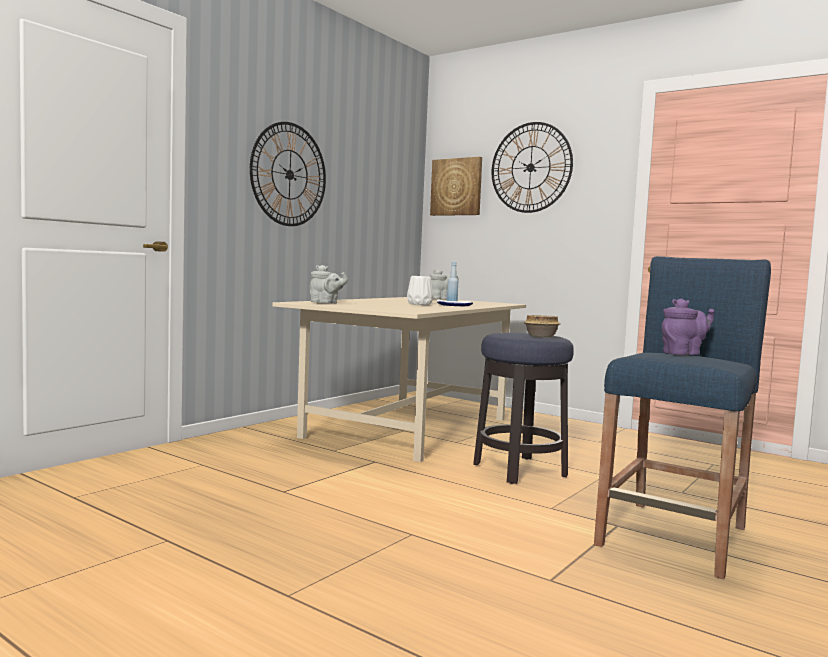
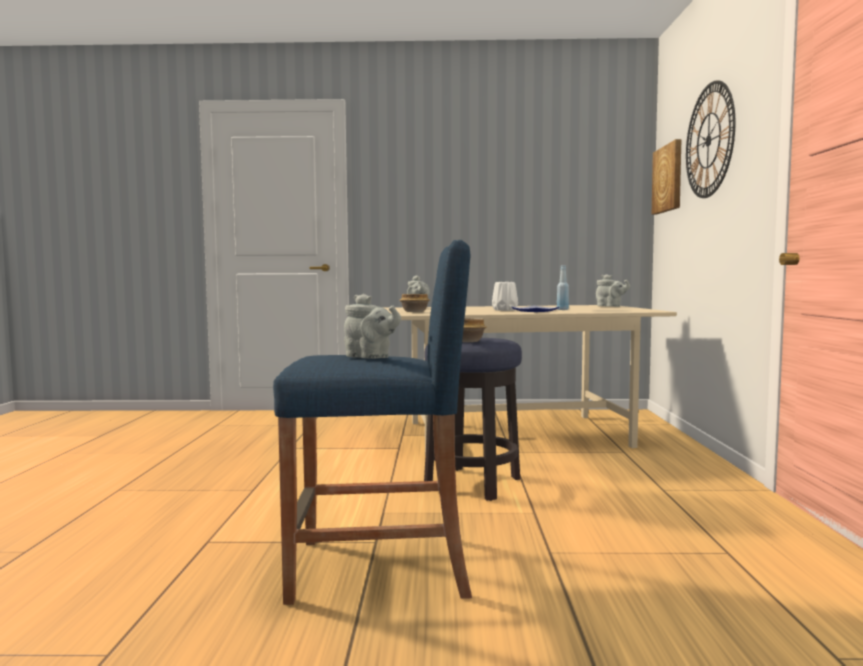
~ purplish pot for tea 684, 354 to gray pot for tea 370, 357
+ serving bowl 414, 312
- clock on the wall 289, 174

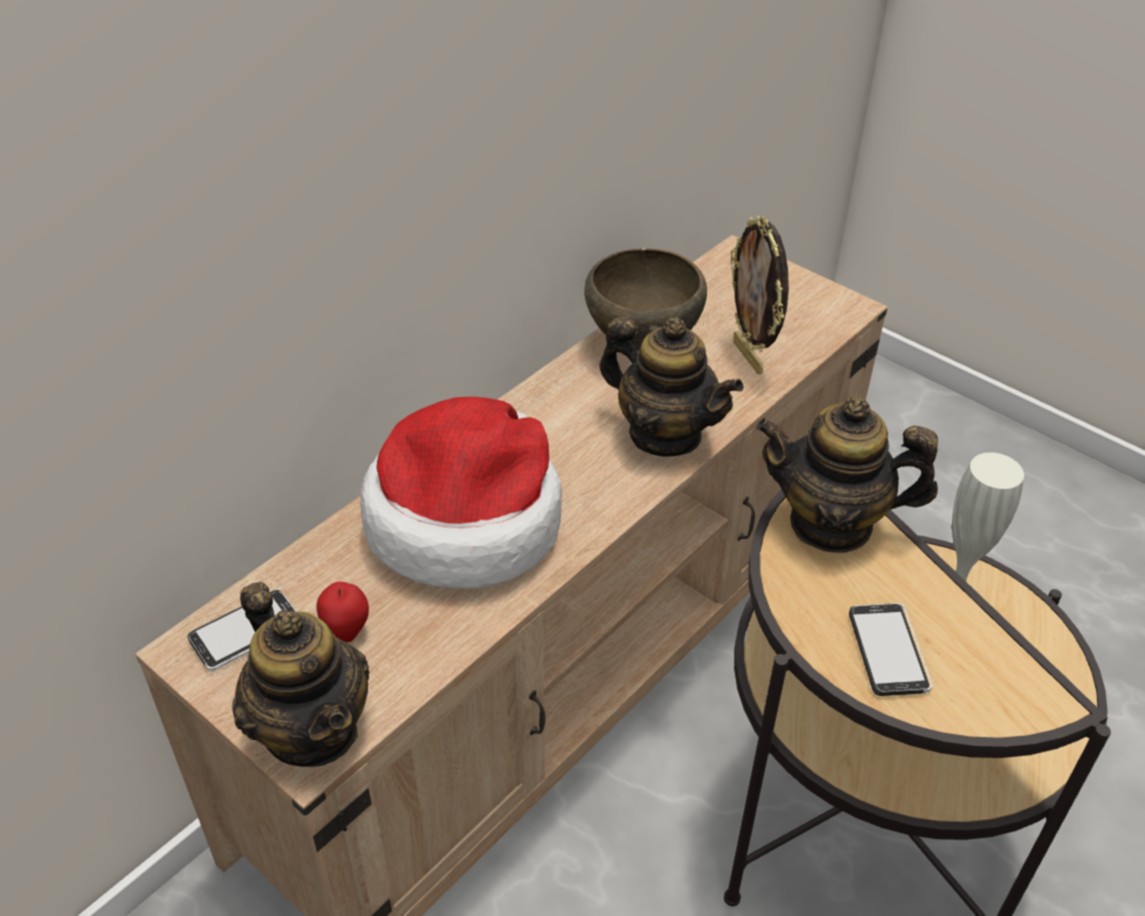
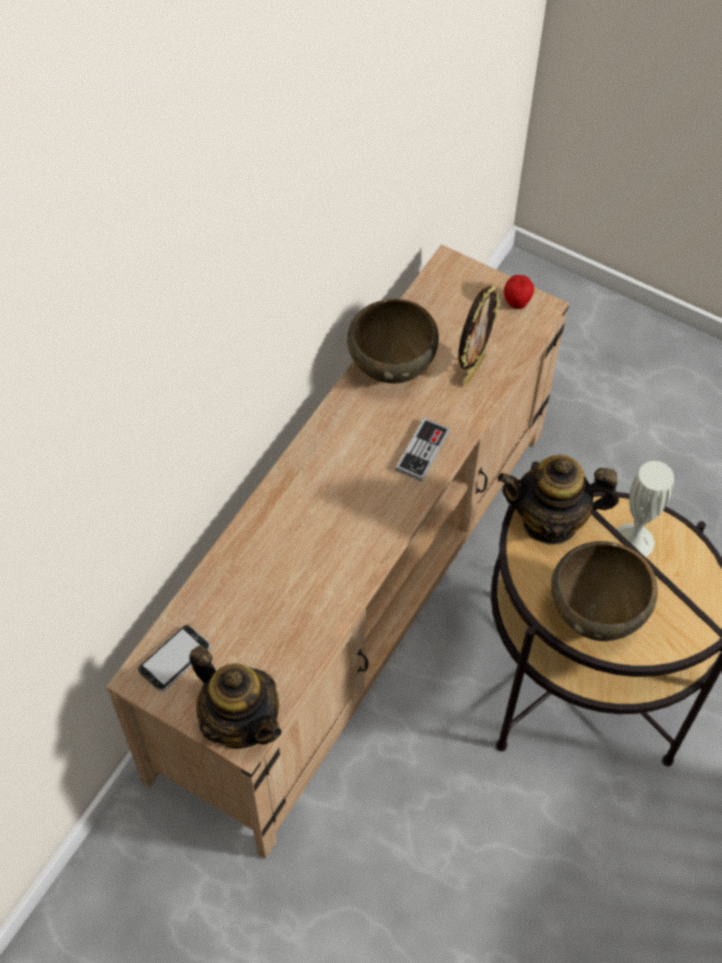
~ pot for tea 664, 434 to game controller 422, 451
~ picture frame 749, 357 = 473, 369 120 degrees counterclockwise
~ apple fruit 346, 631 to 516, 303
~ phone 888, 651 to brownish serving bowl 596, 614
- wearable hat 467, 520

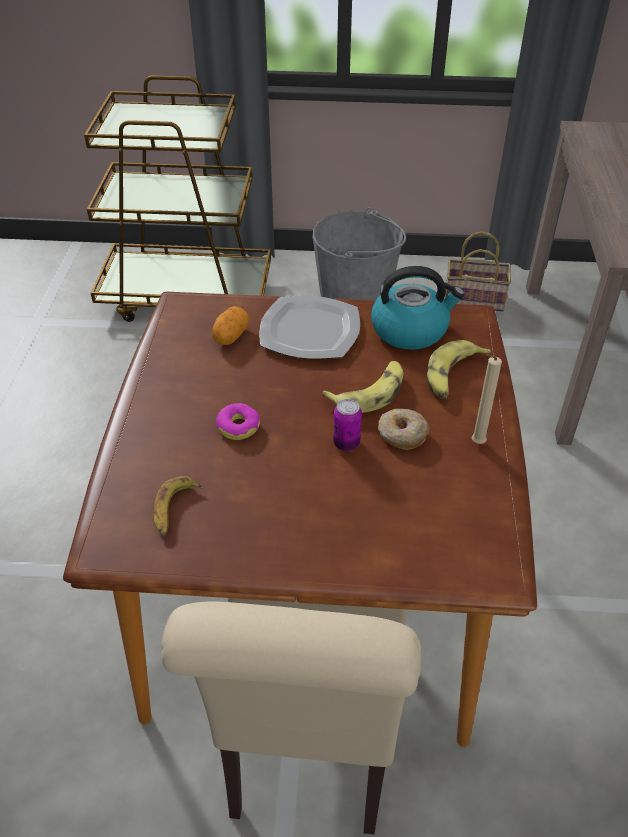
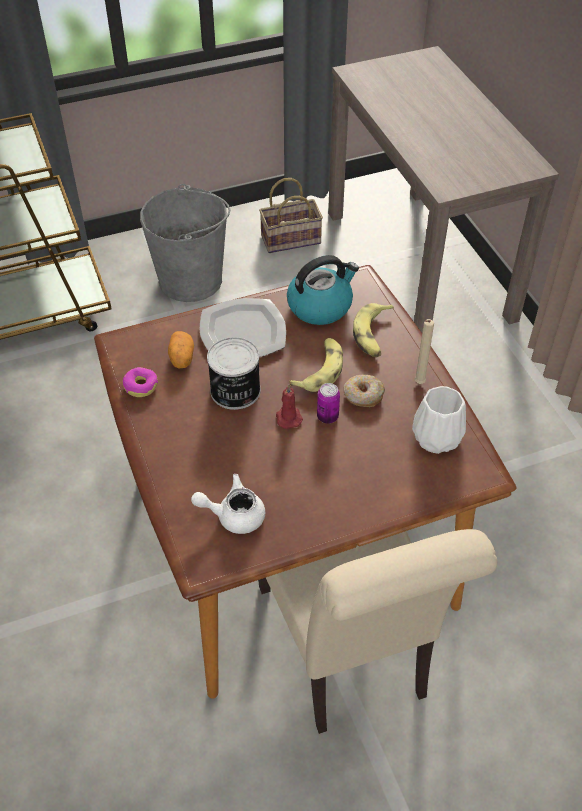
~ doughnut 238, 426 to 141, 386
~ banana fruit 174, 510 to white pot for tea 233, 515
+ sealed can 235, 391
+ red-coloured wax light 288, 417
+ white vase 437, 438

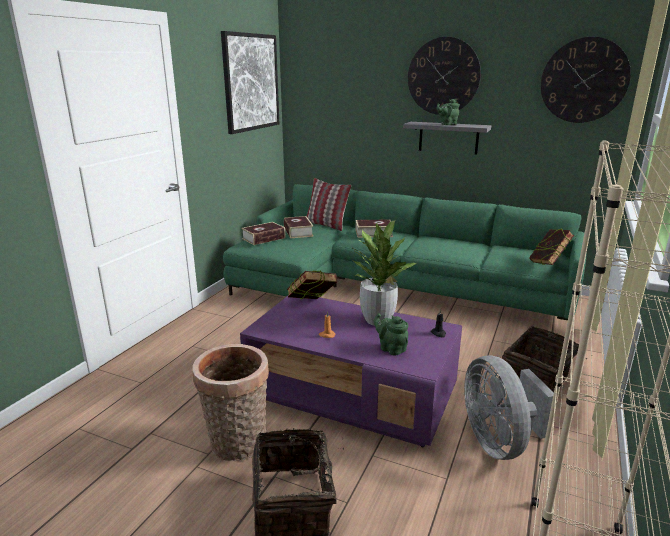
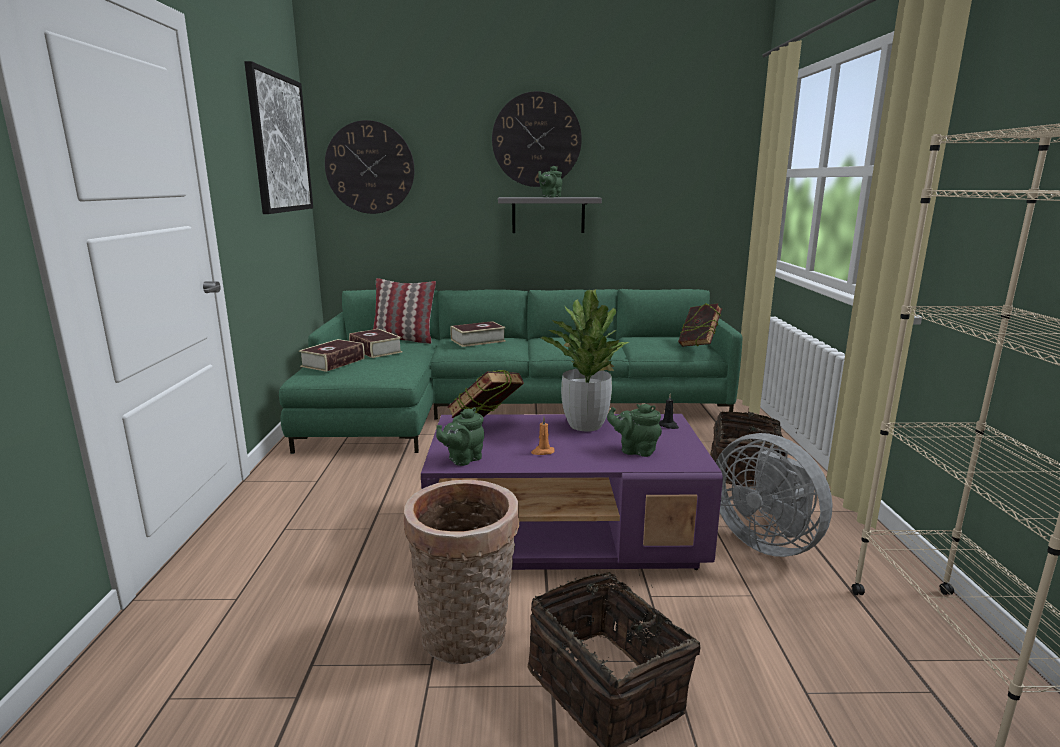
~ clock on the wall 584, 80 to 370, 168
+ greenish pot for tea 462, 459

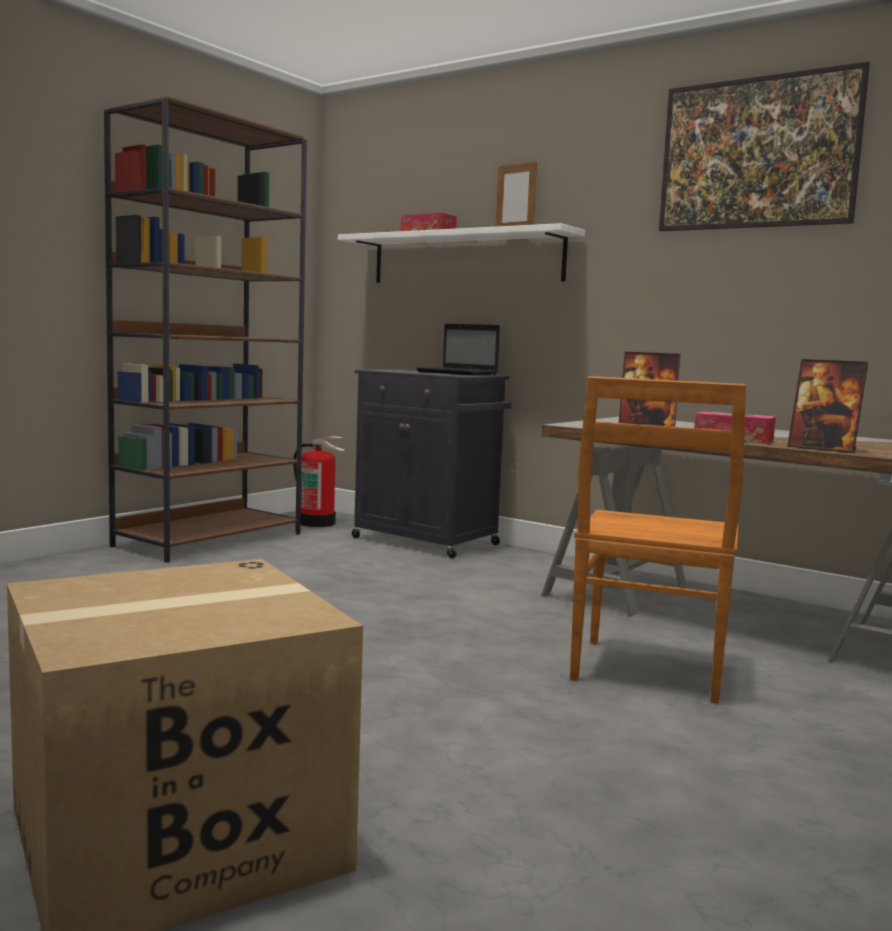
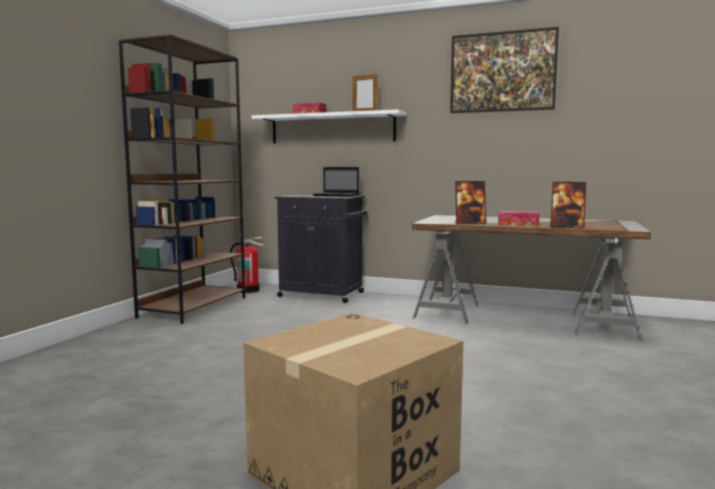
- brownish upright chair 648, 671

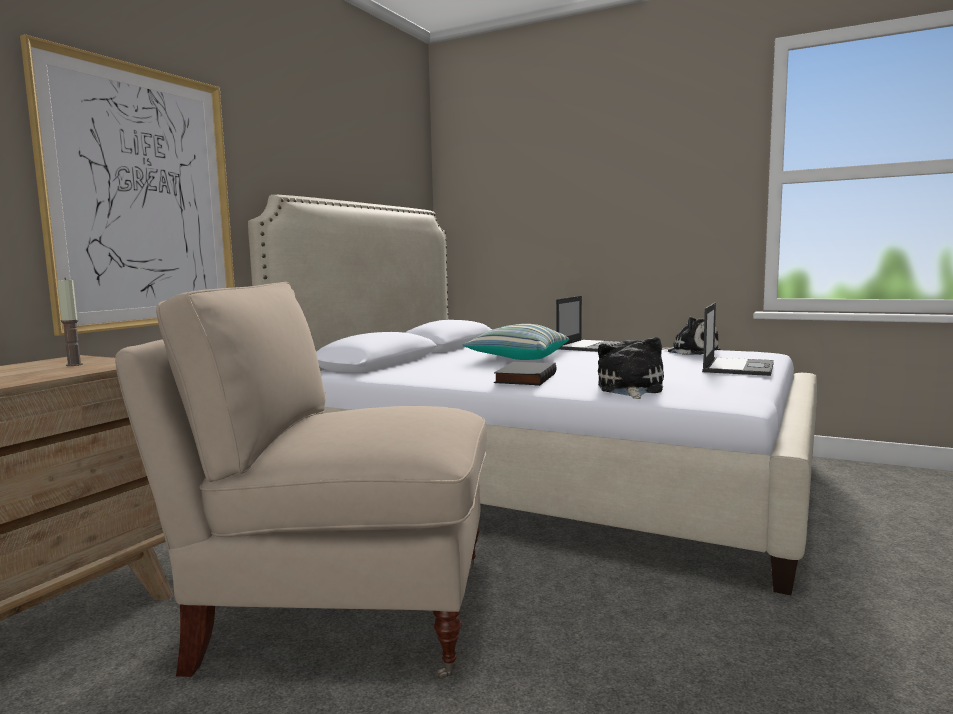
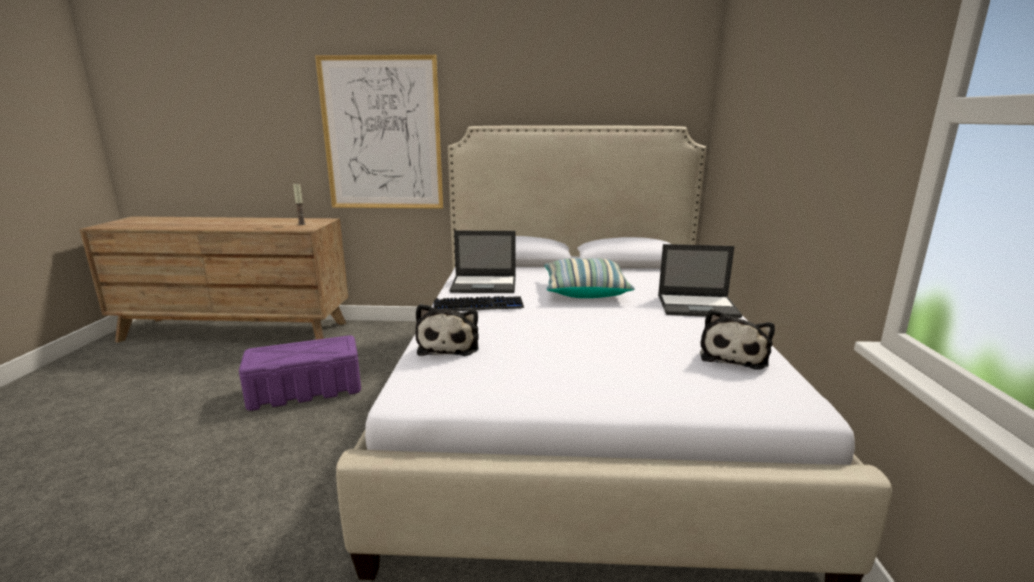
~ sand-coloured upright chair 341, 615 to purplish storage box 306, 390
~ soft toy 630, 389 = 449, 346 105 degrees clockwise
~ blackish book 524, 378 to keyboard 478, 306
~ laptop 738, 367 to 485, 285

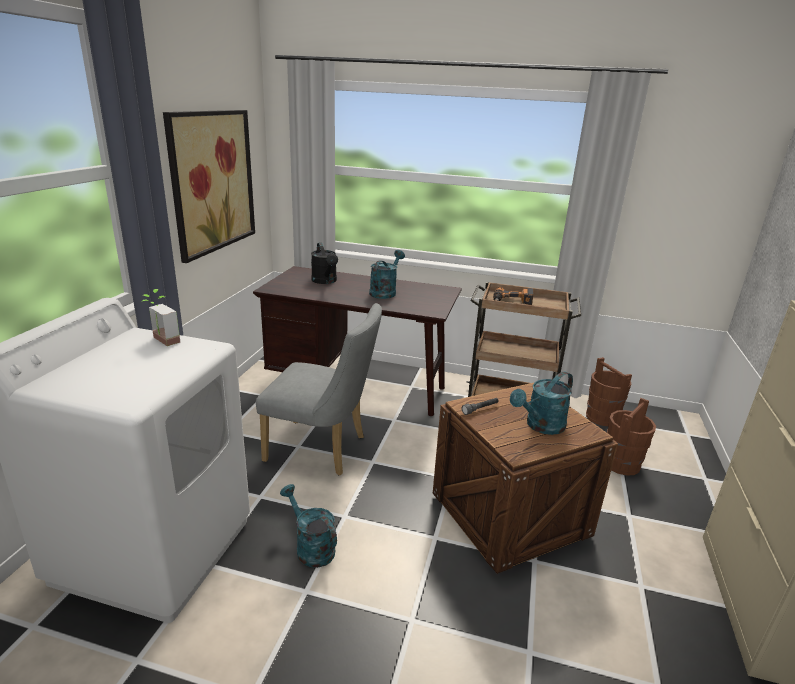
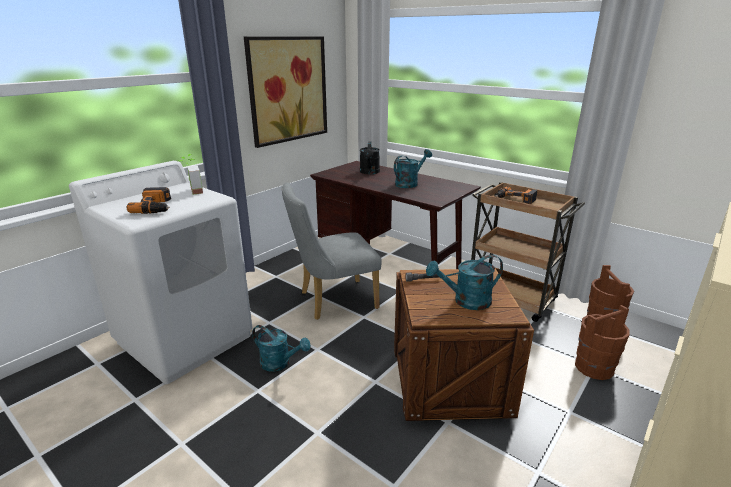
+ power drill 156, 206
~ turquoise sprinkling can 311, 547 = 280, 363 135 degrees clockwise
~ gray upright chair 323, 449 = 332, 301 120 degrees clockwise

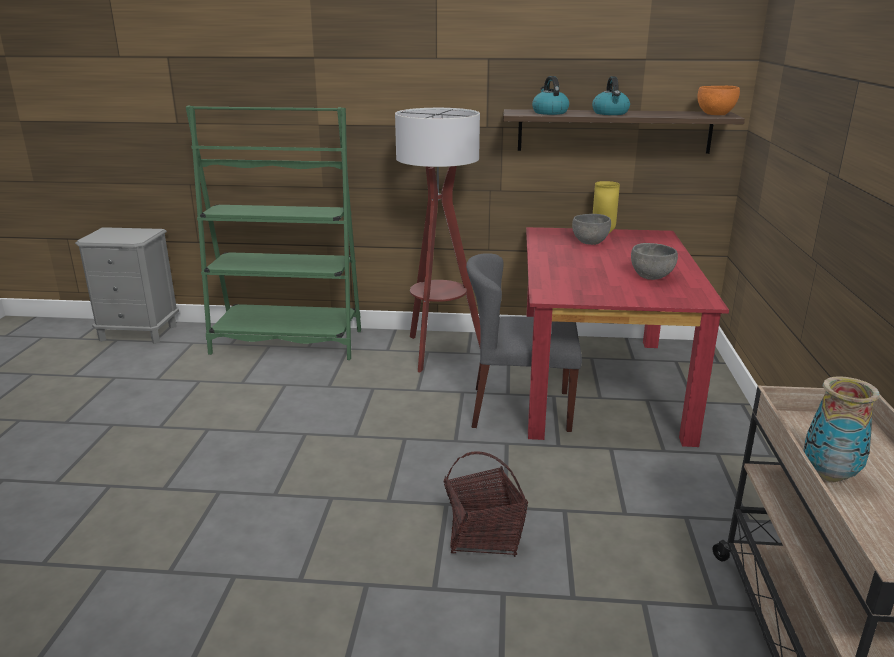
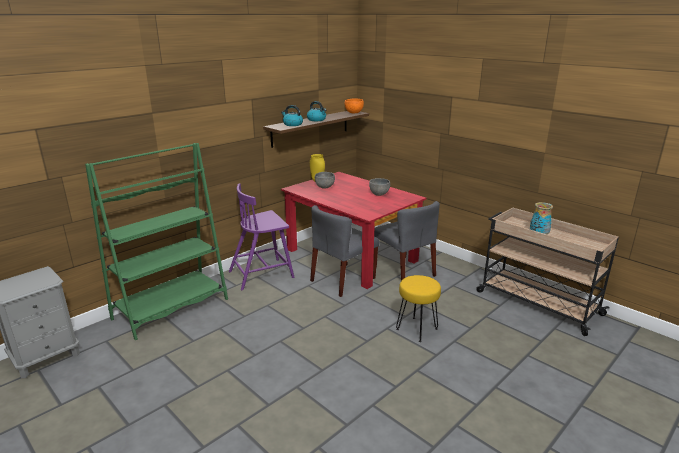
~ floor lamp 438, 352 to purplish upright chair 262, 274
+ gray upright chair 404, 271
~ basket 484, 535 to yellow sitting stool 417, 329

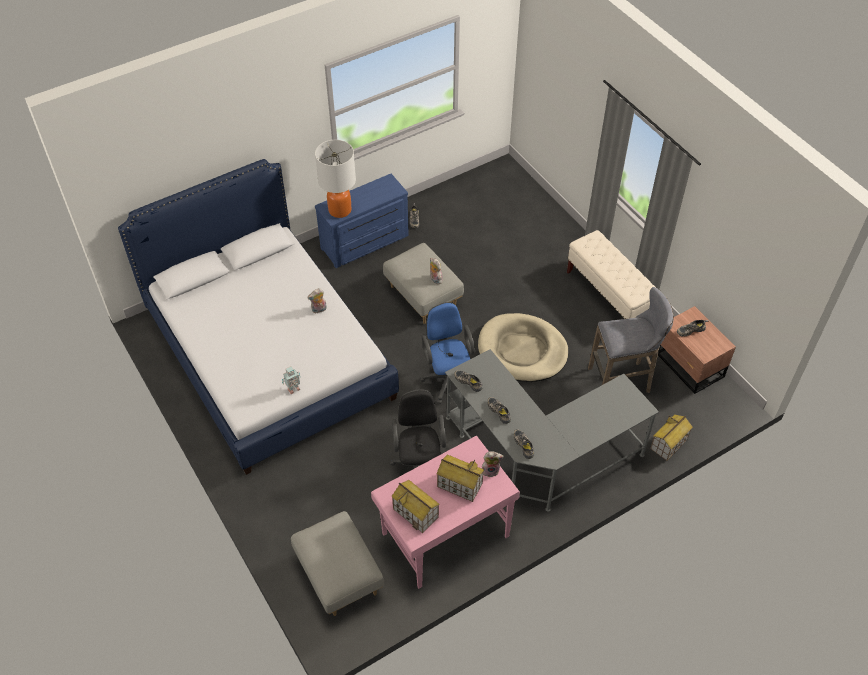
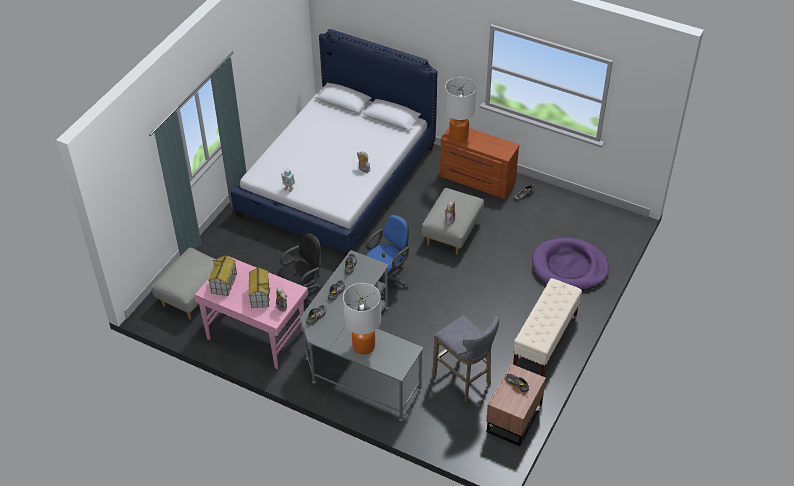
+ table lamp 364, 346
~ blue-coloured drawer chest 366, 243 to brownish drawer chest 476, 180
+ purplish dog bed 569, 267
- sand-coloured dog bed 522, 350
- miniature house 668, 444

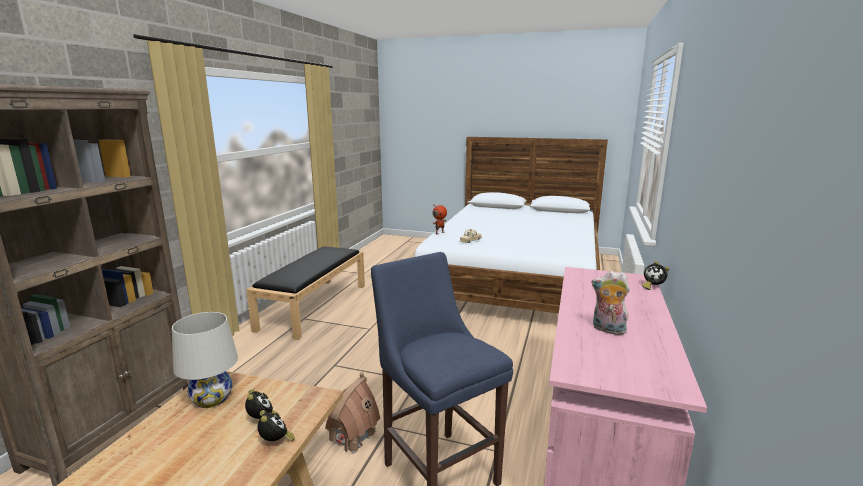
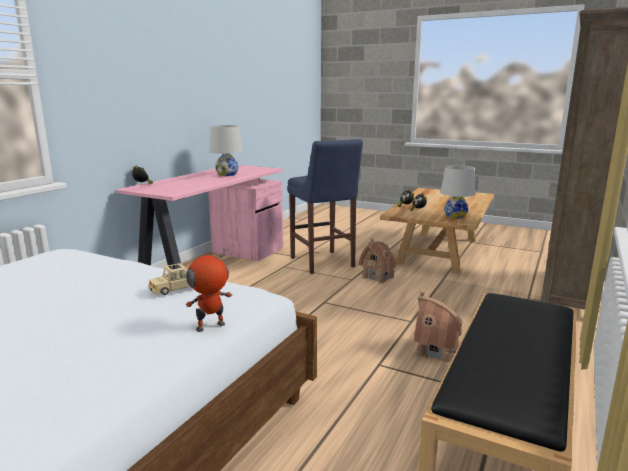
~ soft toy 607, 330 to white table lamp 227, 174
+ miniature house 436, 351

